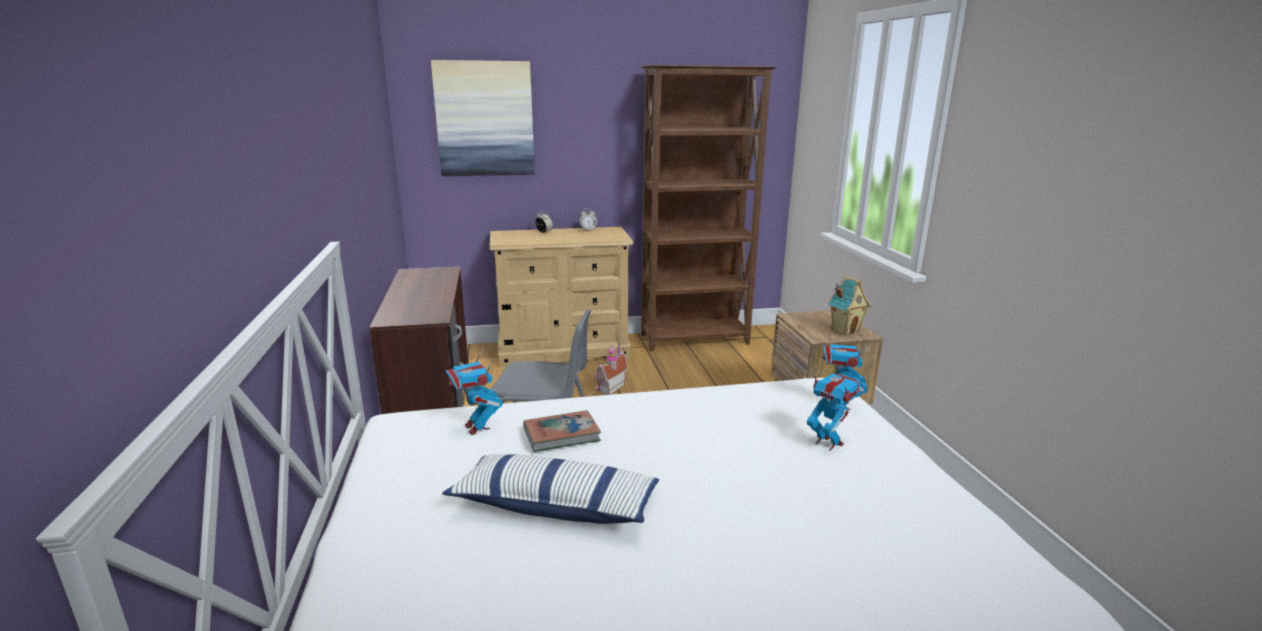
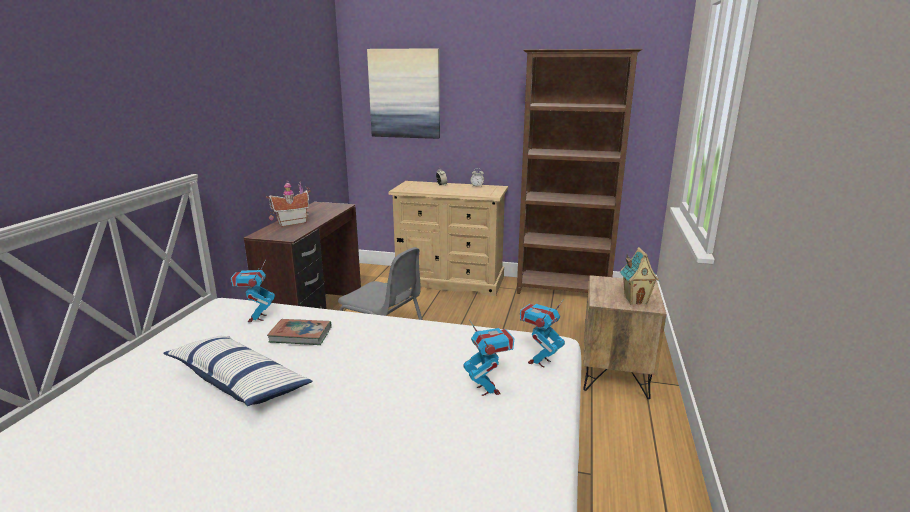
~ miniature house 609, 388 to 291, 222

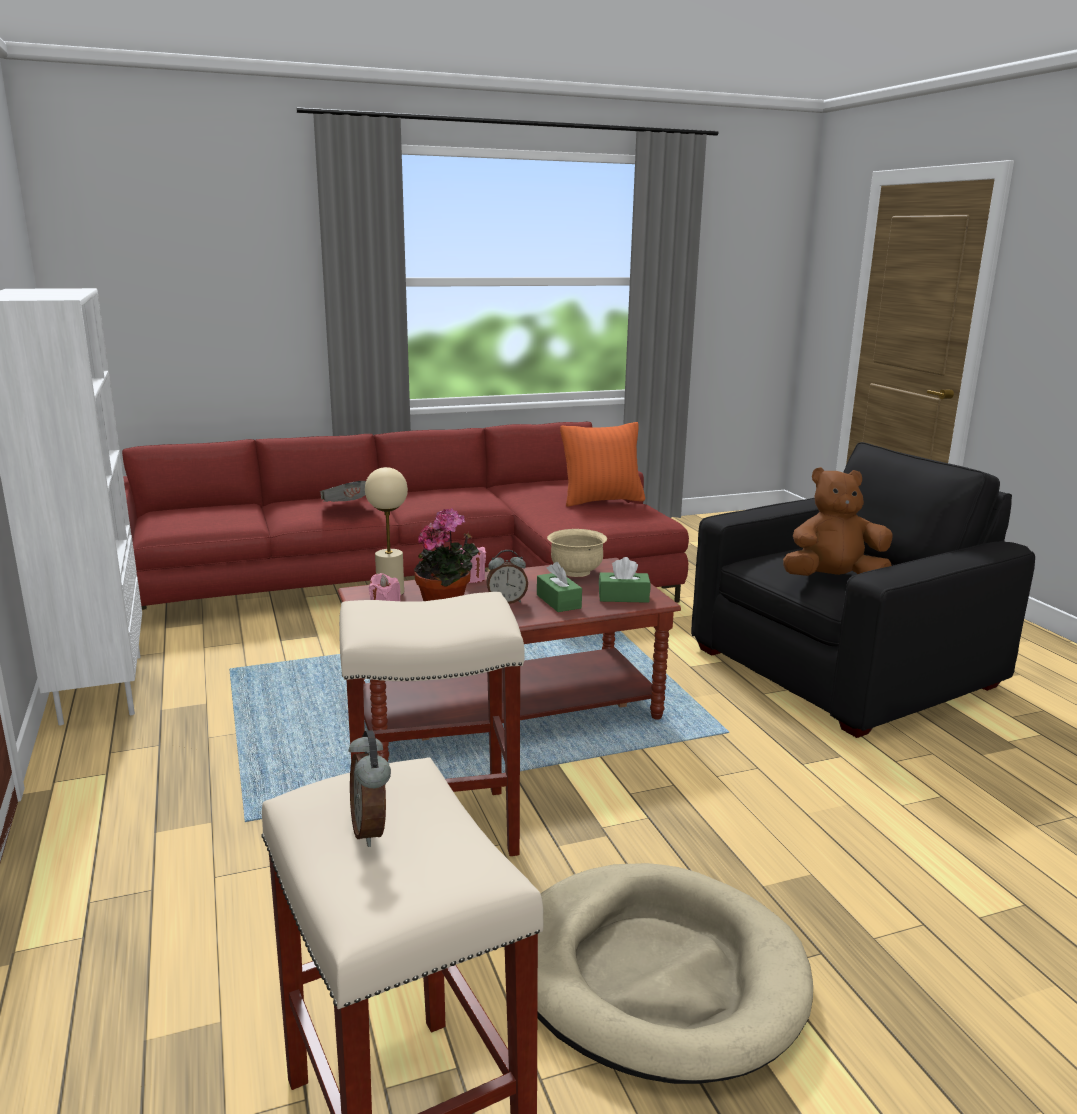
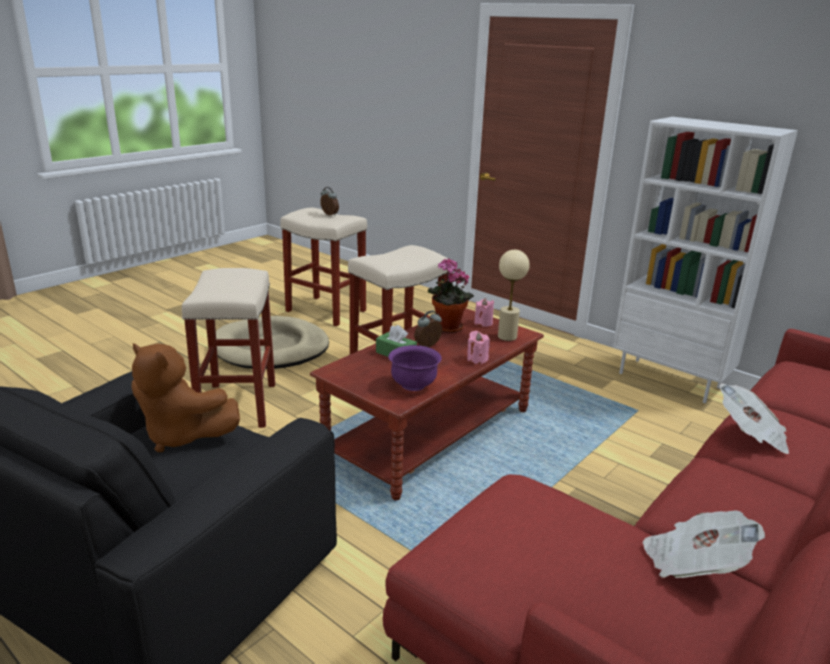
~ brownish soft toy 833, 580 = 182, 436 60 degrees clockwise
+ sand-coloured sitting stool 238, 406
~ sand-coloured serving bowl 576, 572 to purplish serving bowl 414, 385
+ printed paper 693, 564
- orange-coloured cushion 602, 501
- greenish tissue box 623, 597

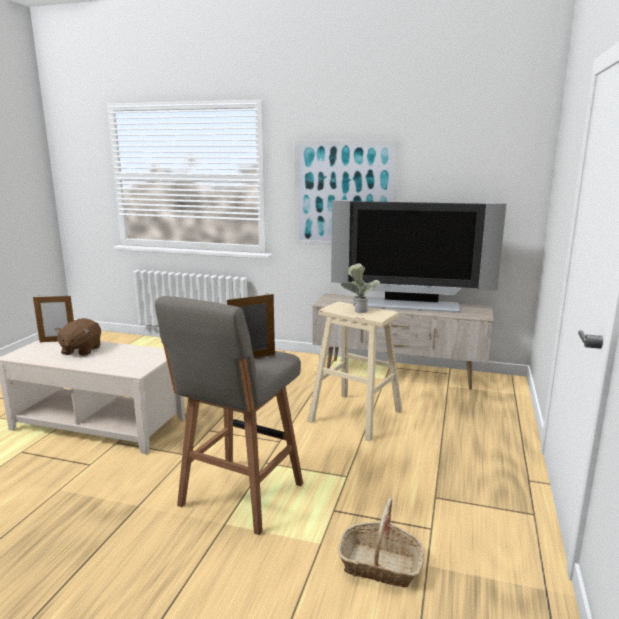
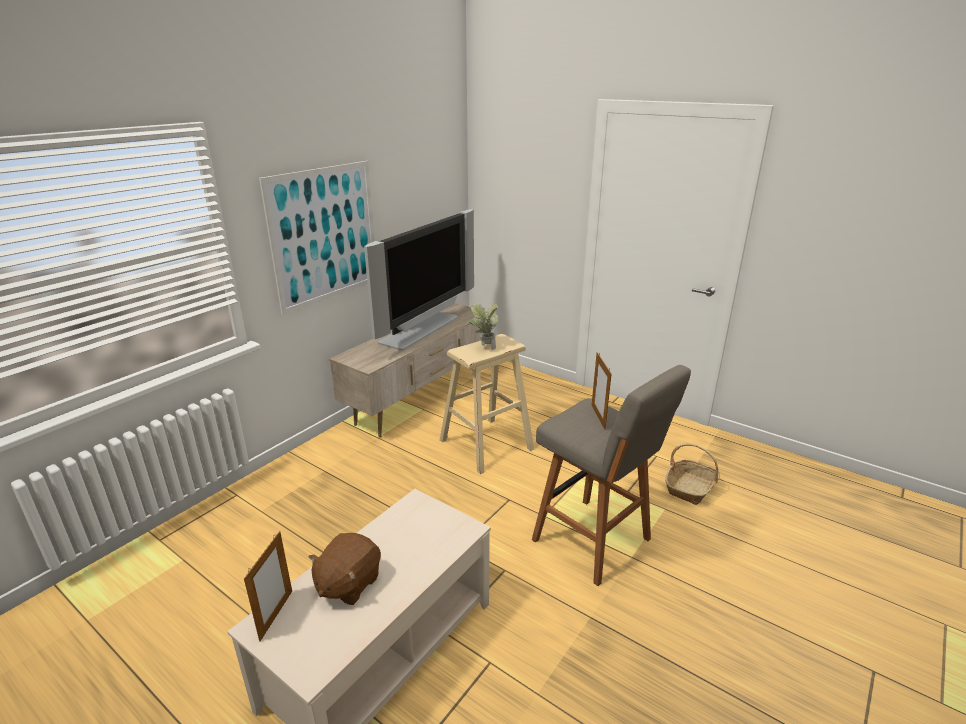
~ brownish soft toy 81, 350 = 348, 583 90 degrees clockwise

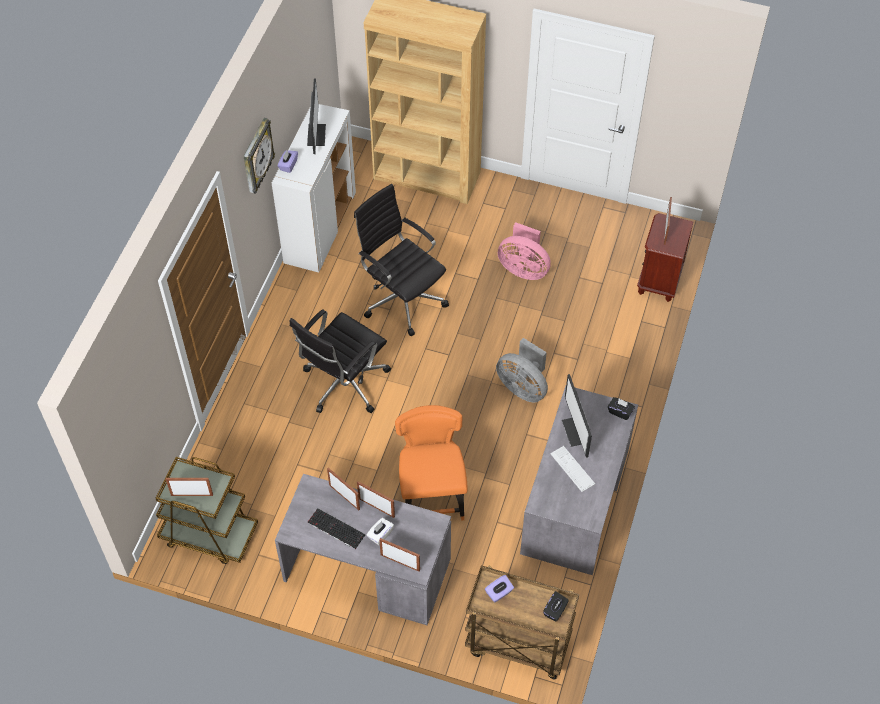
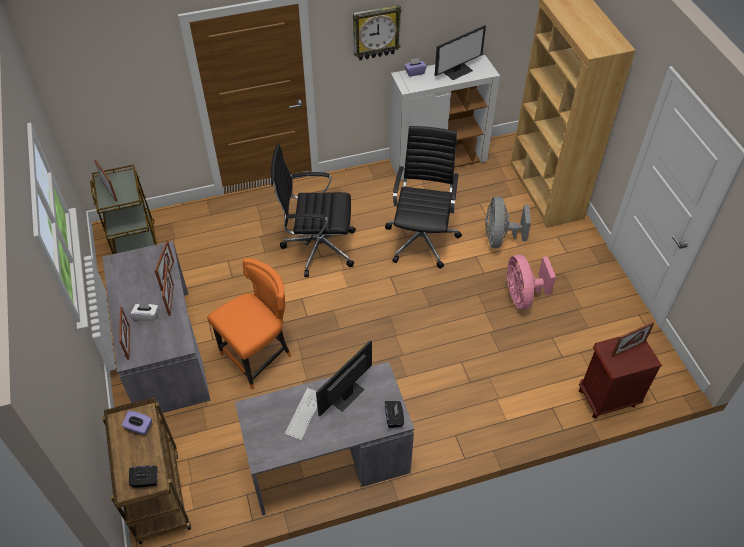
~ gray electric fan 523, 387 to 500, 238
- keyboard 335, 529

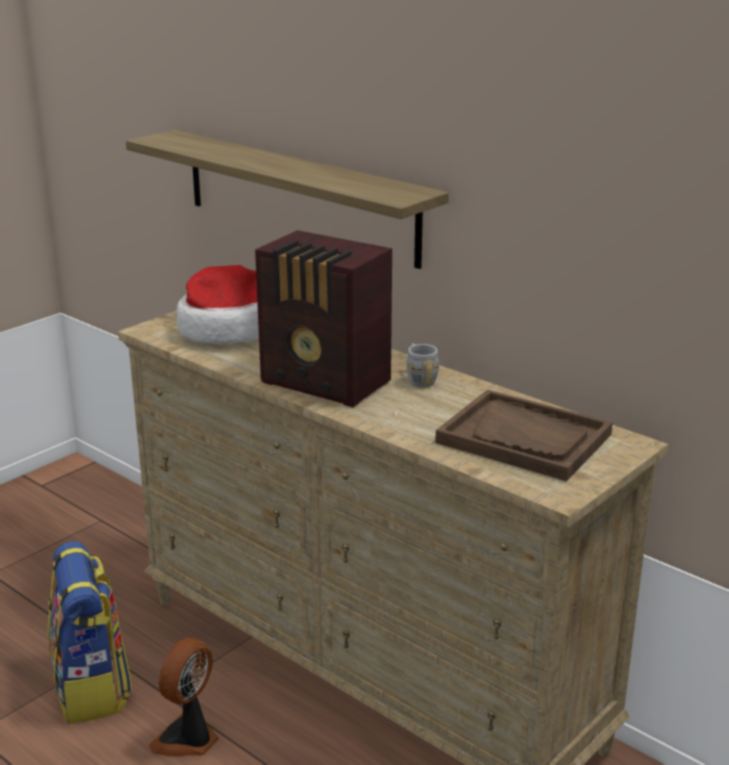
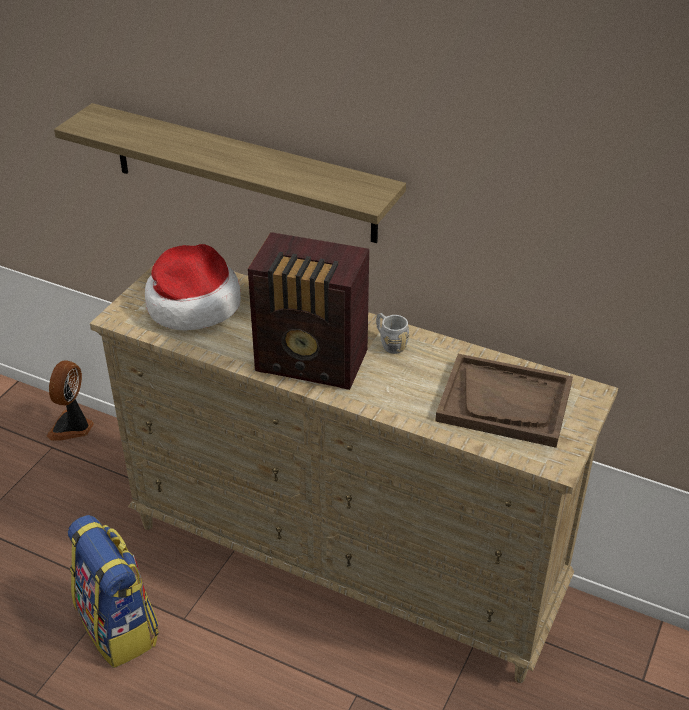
~ electric fan 188, 739 to 72, 427

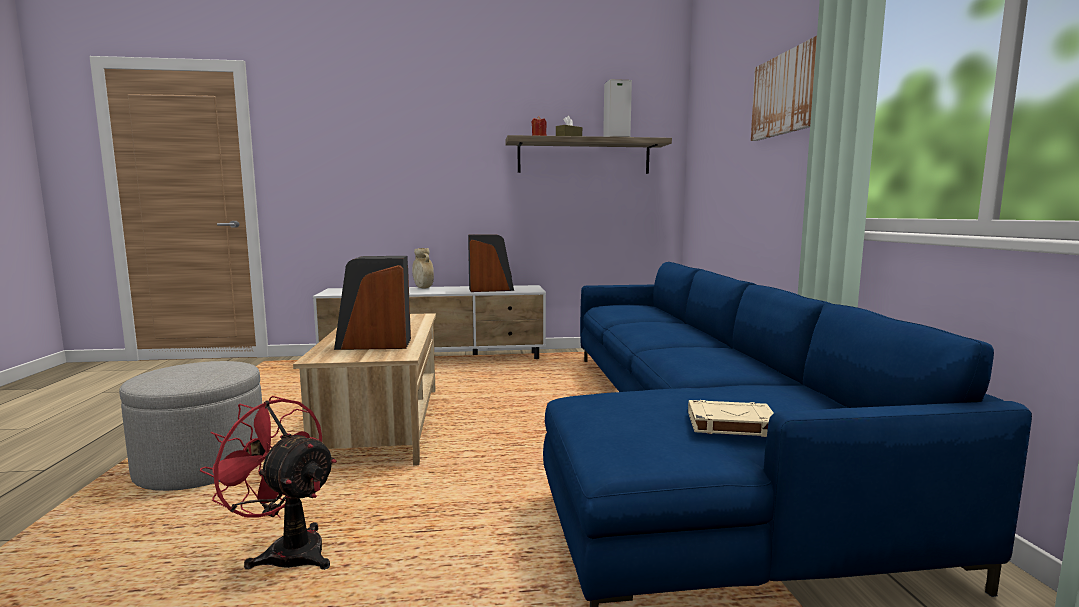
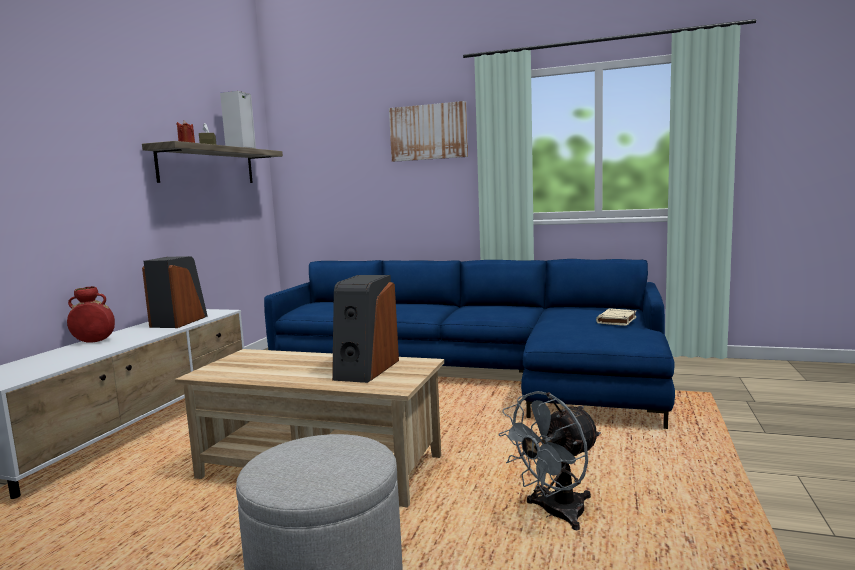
~ sand-coloured vase 423, 288 to red-coloured vase 94, 342
~ red-coloured electric fan 287, 551 to gray electric fan 555, 514

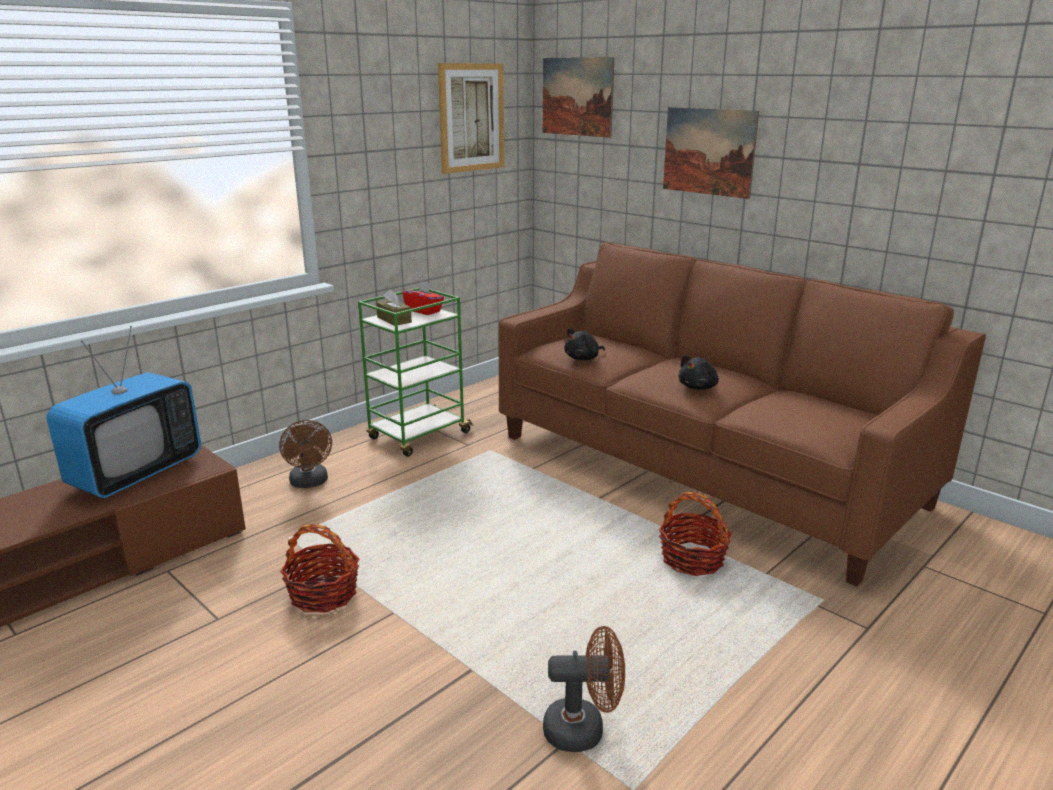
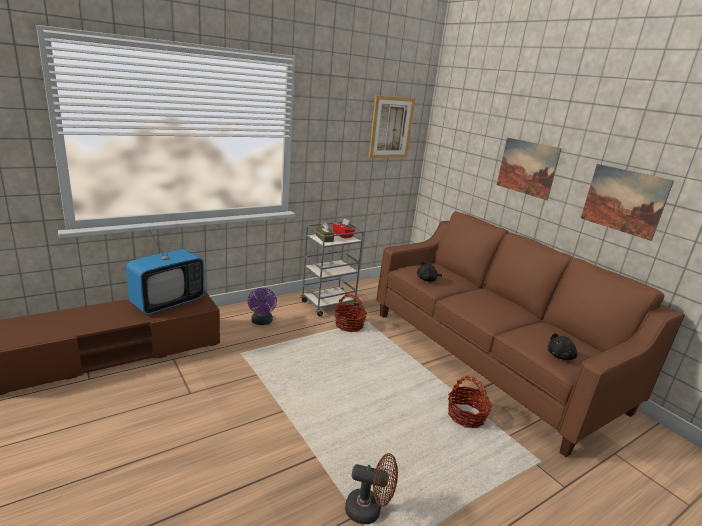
~ brownish electric fan 310, 483 to purplish electric fan 262, 322
~ greenish wheeled cart 418, 436 to gray wheeled cart 329, 305
~ basket 324, 594 to 349, 325
~ blackish soft toy 699, 387 to 561, 356
~ wall art 577, 96 to 623, 200

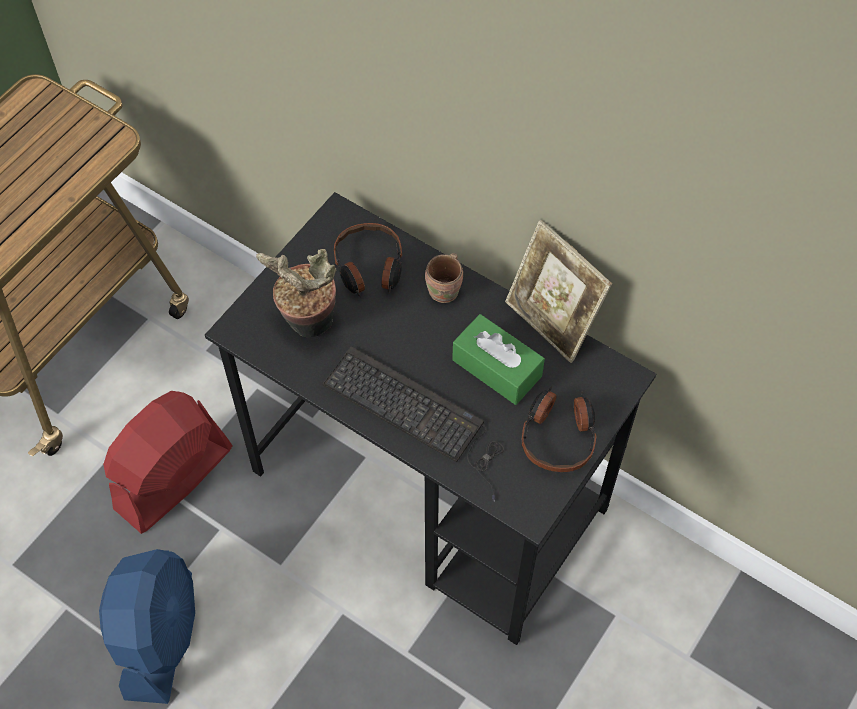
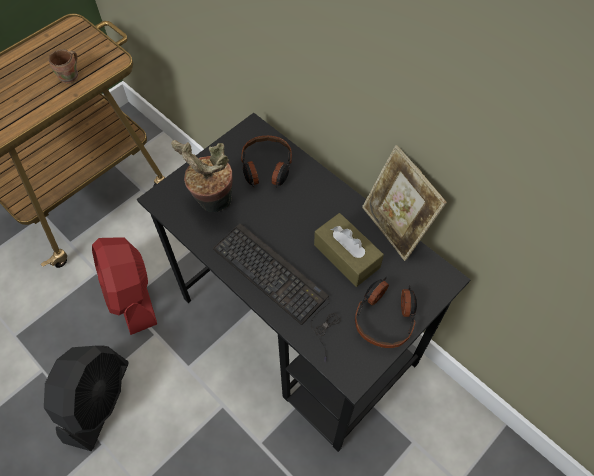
~ blue-coloured electric fan 160, 635 to blackish electric fan 98, 401
~ brownish mug 446, 290 to 71, 77
~ red-coloured electric fan 173, 478 = 132, 295 75 degrees counterclockwise
~ greenish tissue box 497, 368 to brownish tissue box 346, 256

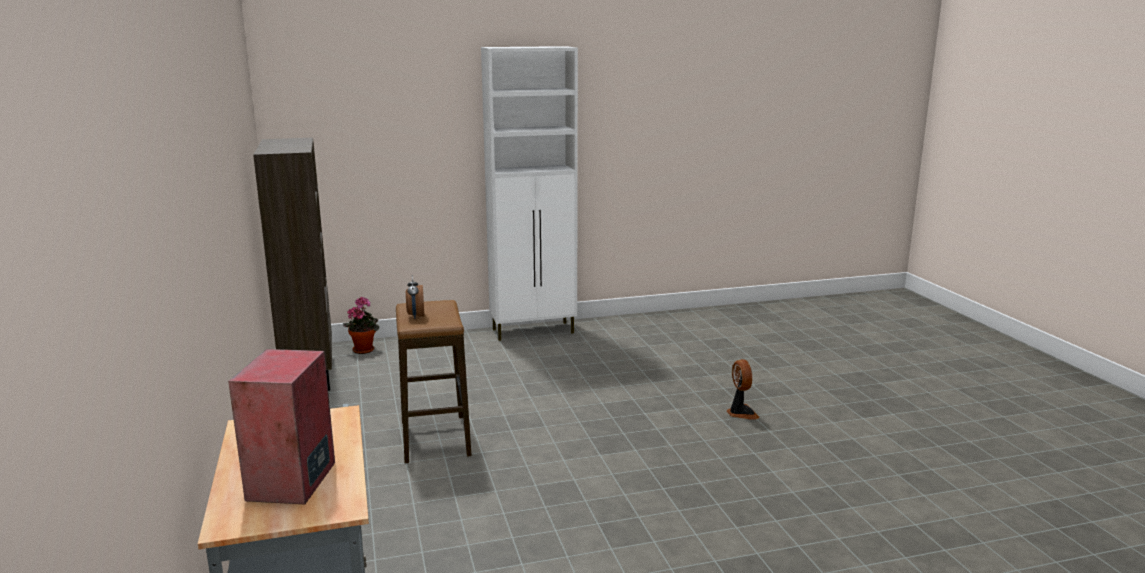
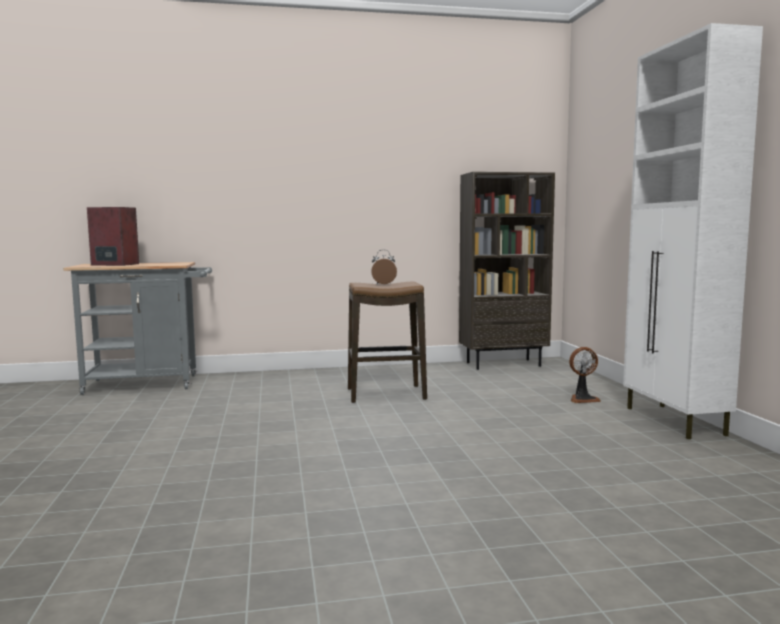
~ electric fan 741, 413 to 582, 399
- potted plant 364, 349

